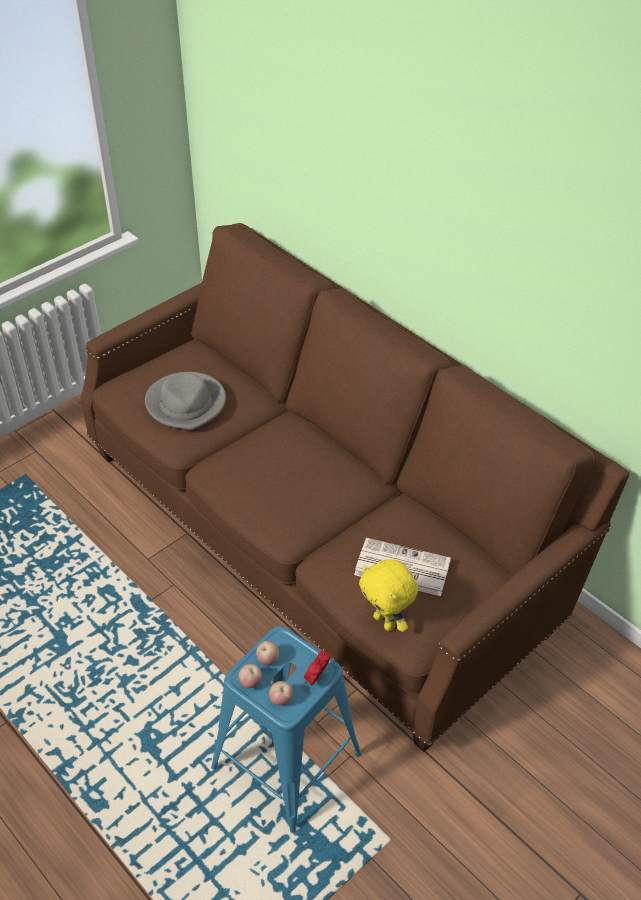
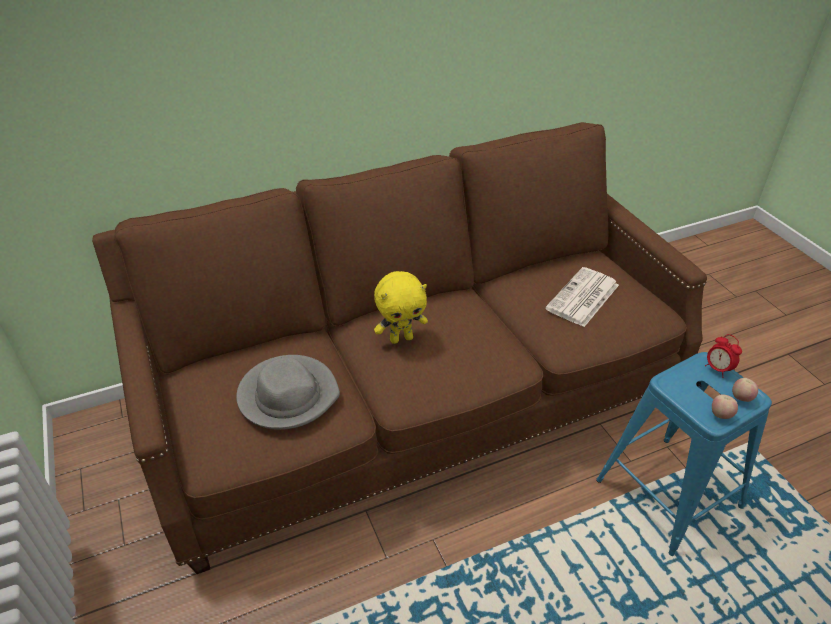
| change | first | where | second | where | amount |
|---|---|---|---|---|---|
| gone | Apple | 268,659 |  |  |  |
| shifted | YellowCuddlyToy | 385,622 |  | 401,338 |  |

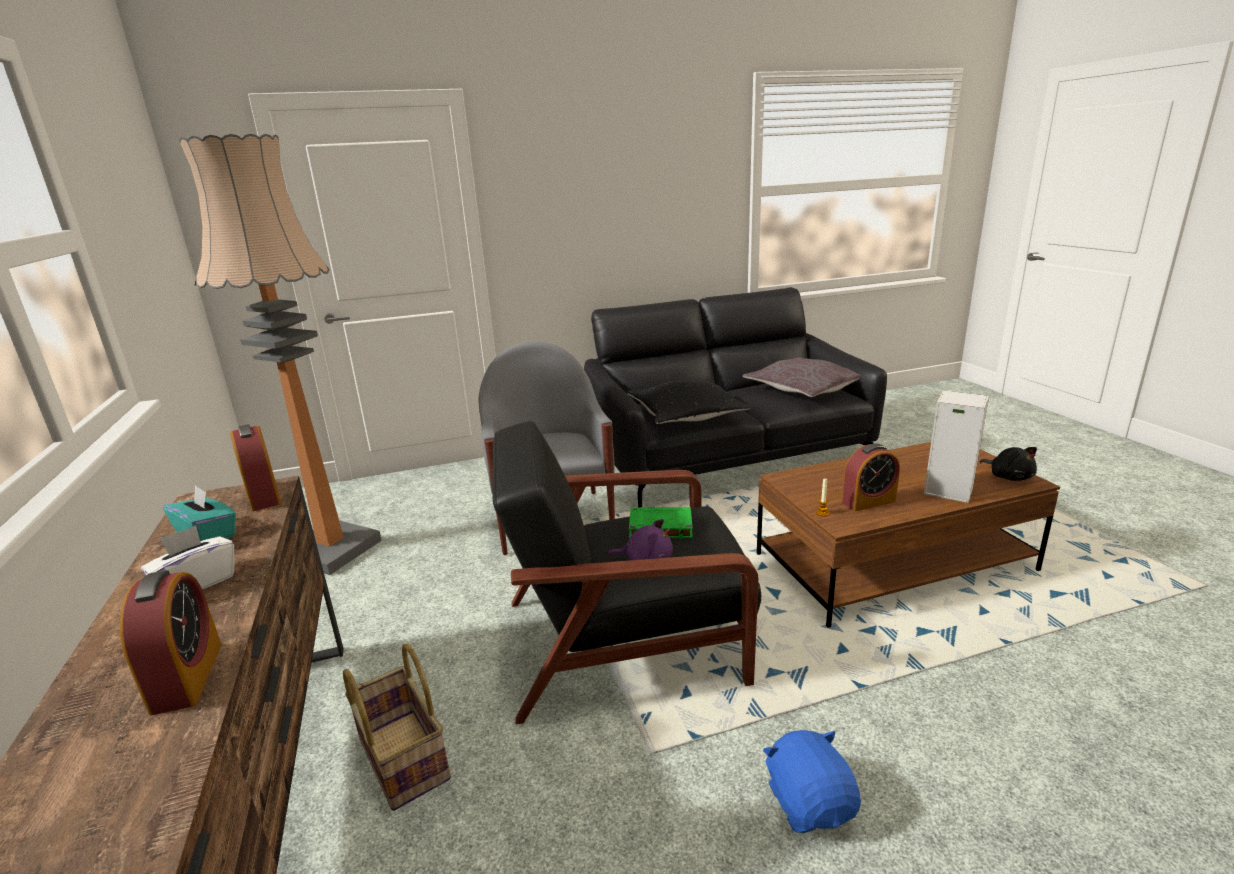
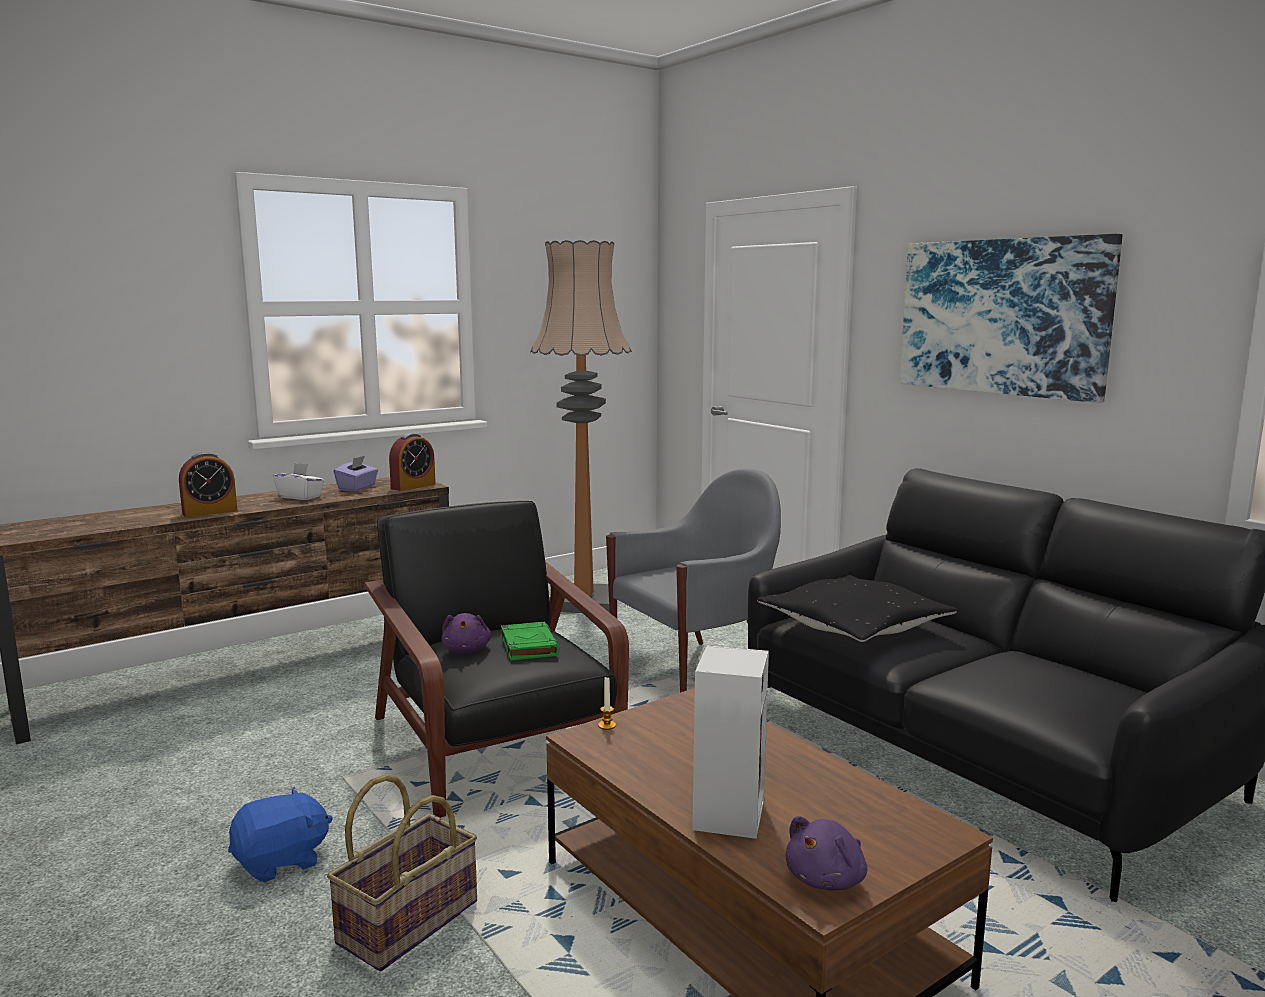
| change | first | where | second | where | amount |
|---|---|---|---|---|---|
| repainted | TurquoiseColouredTissueBox | 208,535 | PurplishTissueBox | 357,488 |  |
| shifted | StorageBasket | 401,759 |  | 407,921 |  |
| gone | GrayPillow | 804,388 |  |  |  |
| gone | AlarmClock | 868,502 |  |  |  |
| repainted | BlackCuddlyToy | 1009,477 | PurplishCuddlyToy | 828,879 |  |
| new |  |  | WallArt | 1002,316 |  |

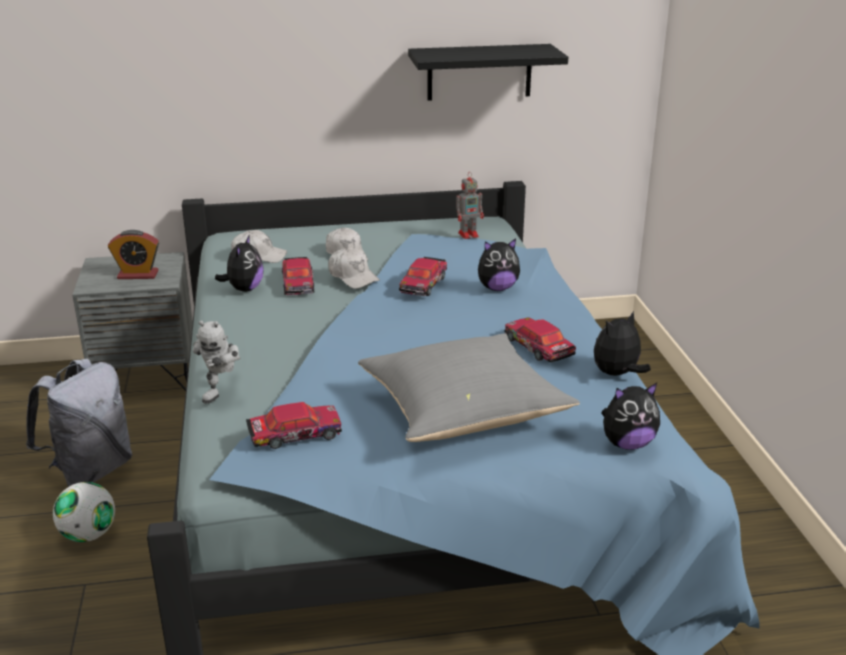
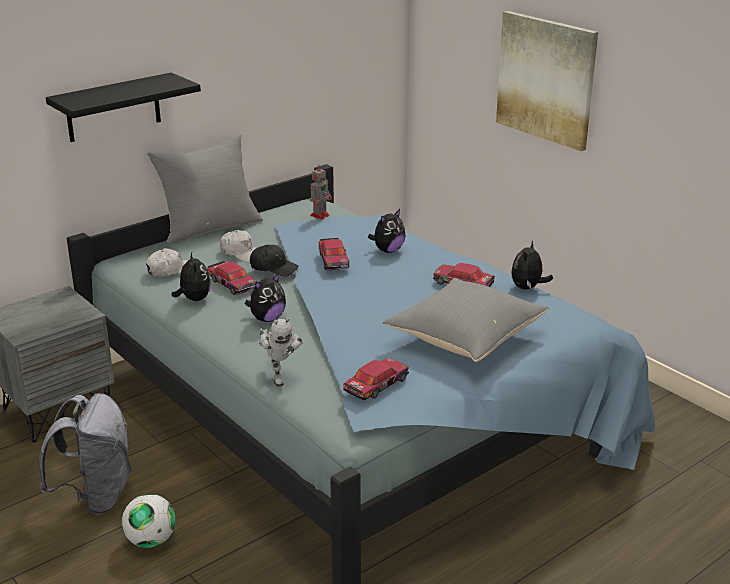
| change | first | where | second | where | amount |
|---|---|---|---|---|---|
| gone | AlarmClock | 138,275 |  |  |  |
| repainted | WhiteBaseballCap | 353,277 | BlackBaseballCap | 273,268 |  |
| shifted | BlackShelf | 479,72 |  | 113,108 |  |
| shifted | CuddlyToy | 627,444 |  | 267,318 |  |
| new |  |  | GrayPillow | 210,227 |  |
| new |  |  | WallArt | 546,79 |  |

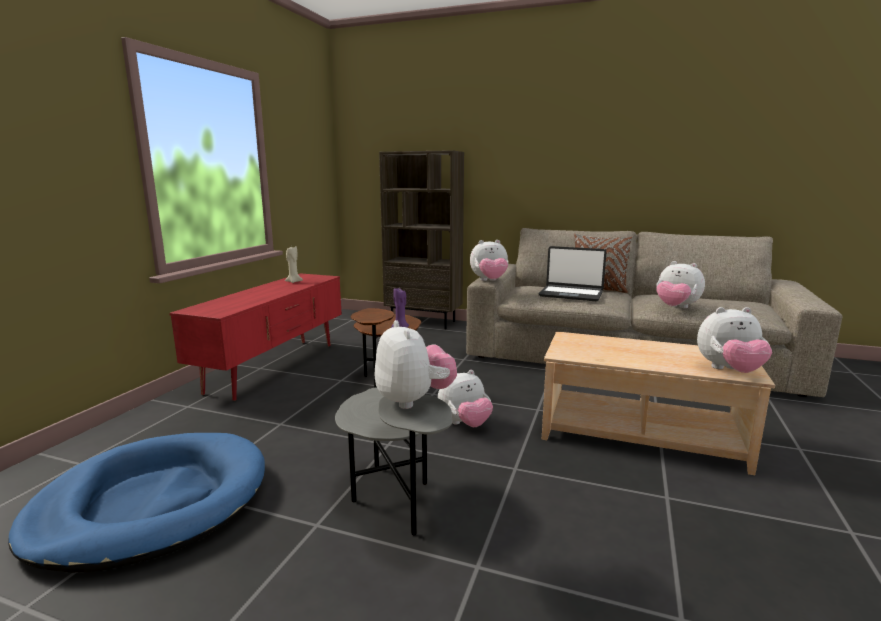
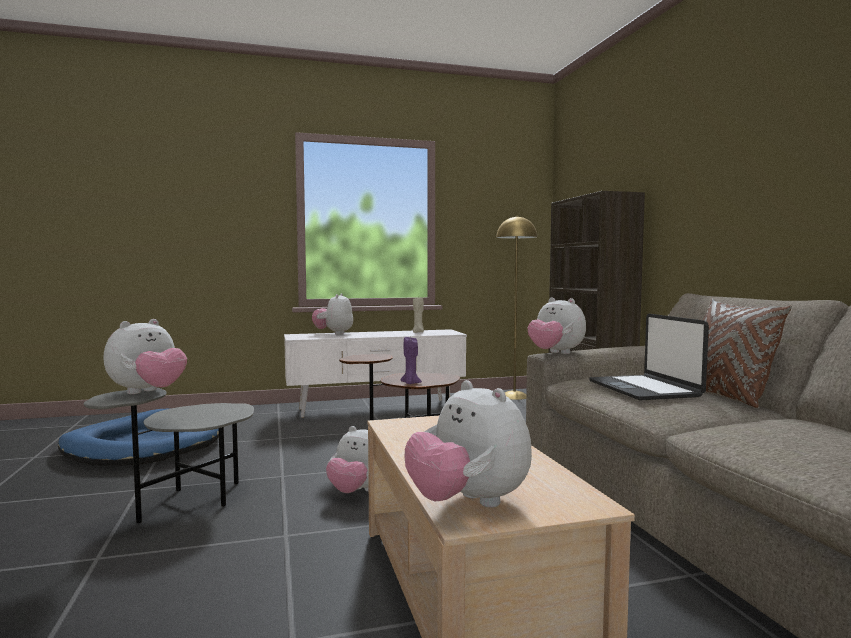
| change | first | where | second | where | amount |
|---|---|---|---|---|---|
| repainted | ReddishMediaConsole | 274,367 | WhiteMediaConsole | 375,409 |  |
| shifted | CuddlyToy | 676,307 |  | 334,333 |  |
| new |  |  | YellowStandardLamp | 514,396 |  |

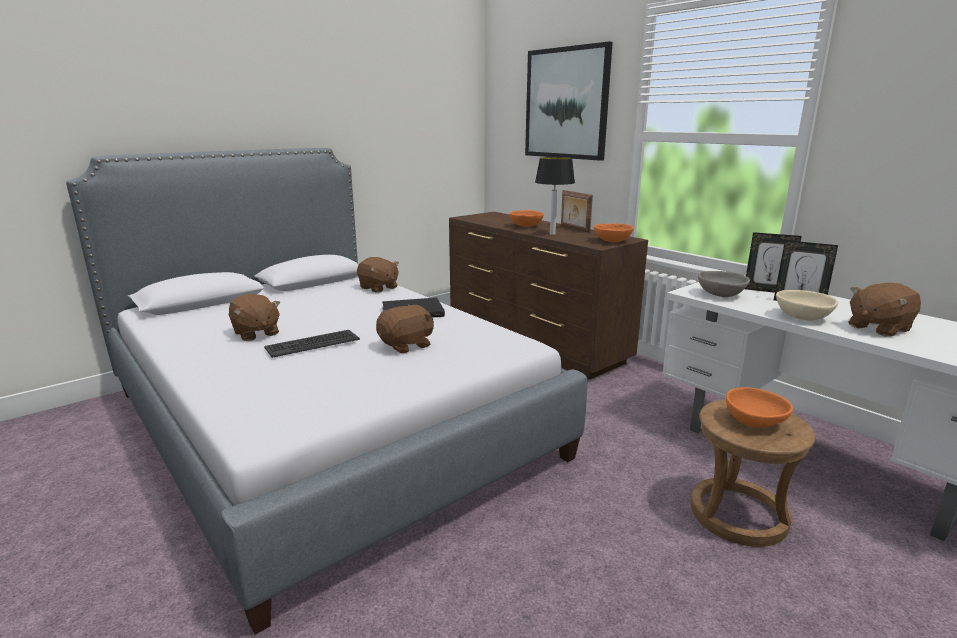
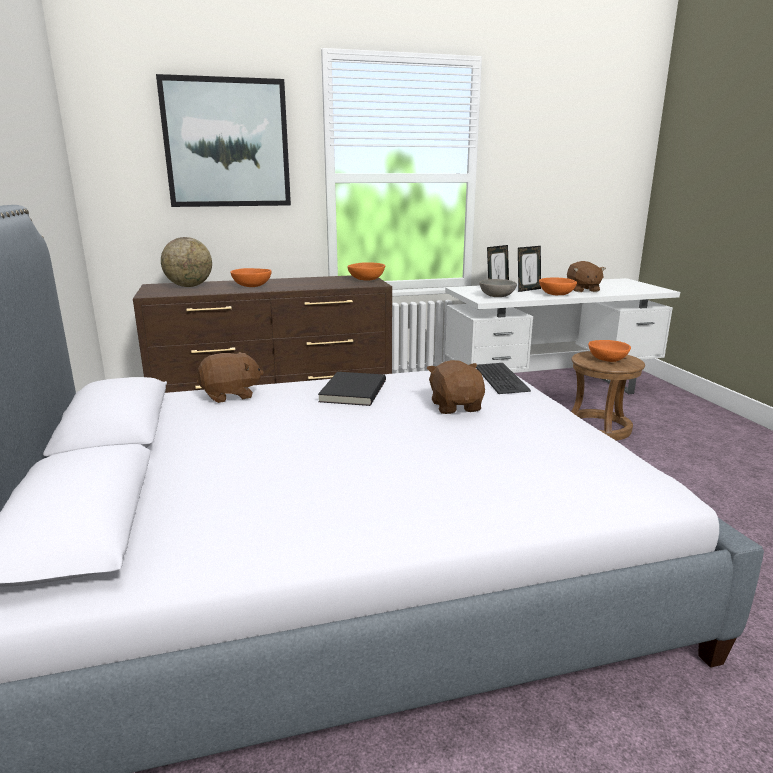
| change | first | where | second | where | amount |
|---|---|---|---|---|---|
| gone | BrownCuddlyToy | 256,333 |  |  |  |
| shifted | Keyboard | 312,344 |  | 499,378 |  |
| gone | TabletopLamp | 552,234 |  |  |  |
| gone | StandingFrame | 574,229 |  |  |  |
| repainted | SandColouredBowl | 803,317 | OrangeyBowl | 557,294 |  |
| new |  |  | Globe | 189,286 |  |

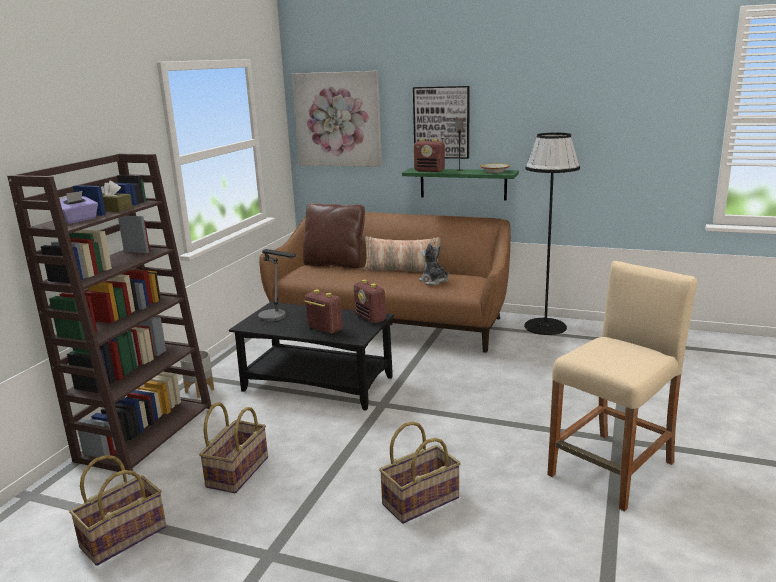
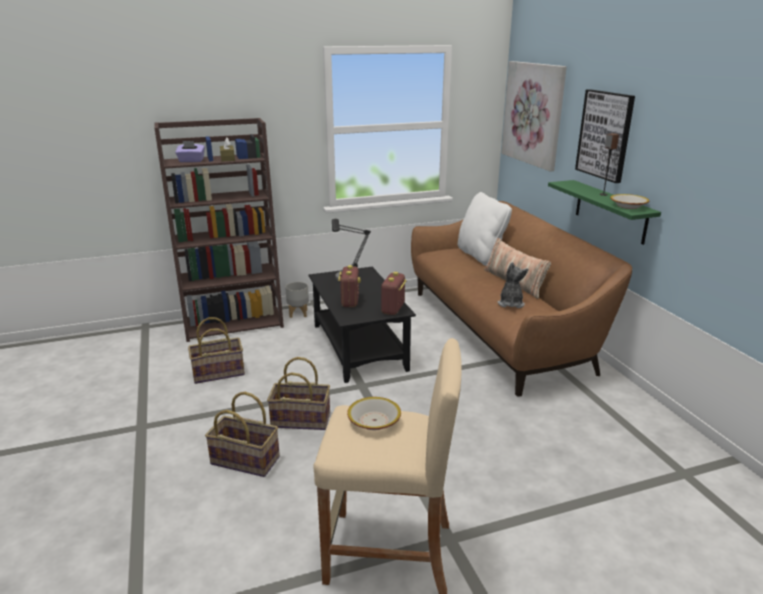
| change | first | where | second | where | amount |
|---|---|---|---|---|---|
| shifted | StorageBasket | 123,536 |  | 301,419 |  |
| repainted | BrownPillow | 335,264 | WhitePillow | 481,256 |  |
| gone | Radio | 429,171 |  |  |  |
| gone | BlackStandardLamp | 545,326 |  |  |  |
| new |  |  | Bowl | 374,421 |  |

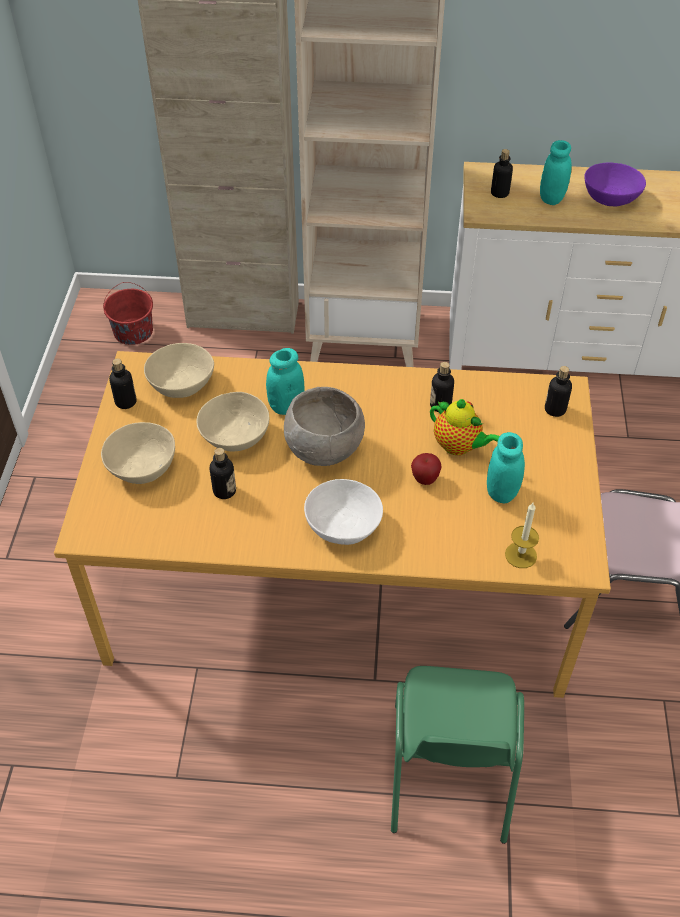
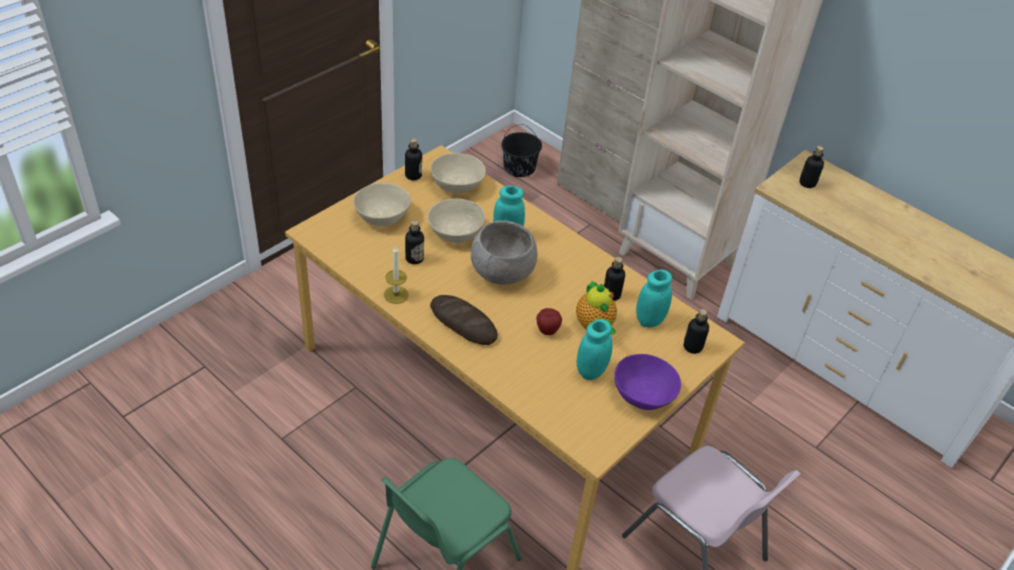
| change | first | where | second | where | amount |
|---|---|---|---|---|---|
| repainted | ReddishWaterBucket | 133,332 | BlackWaterBucket | 519,167 |  |
| swapped | WhiteBowl | 343,525 | BakedBread | 463,323 |  |
| shifted | Candle | 520,555 |  | 396,294 |  |
| shifted | TurquoiseColouredPreserveJar | 551,198 |  | 649,320 |  |
| shifted | PurplishBowl | 610,197 |  | 643,394 |  |

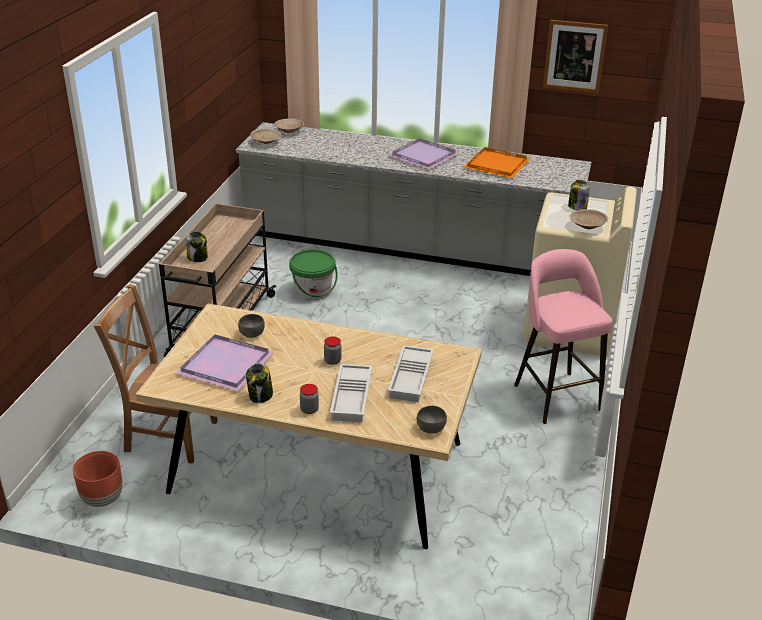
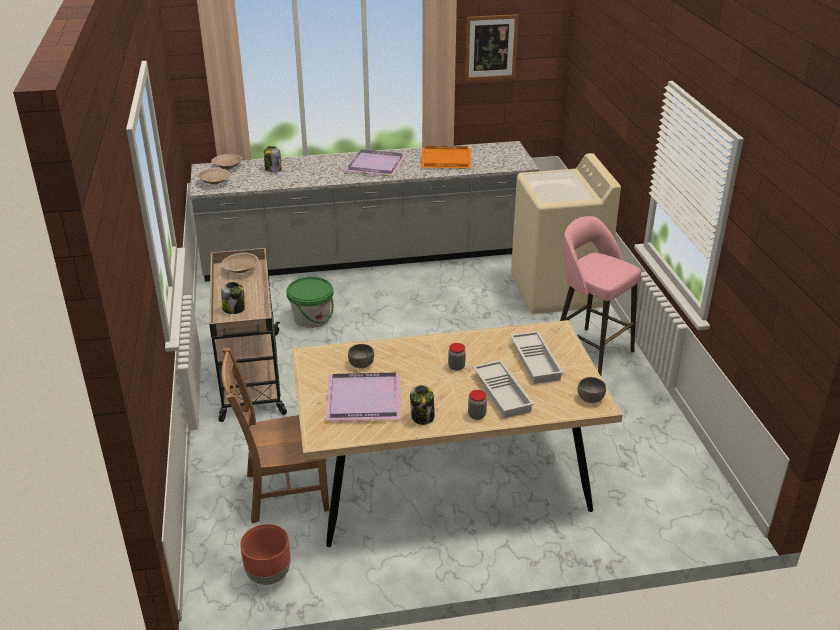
| change | first | where | second | where | amount |
|---|---|---|---|---|---|
| shifted | PreserveJar | 577,207 |  | 273,170 |  |
| shifted | SandColouredBowl | 587,227 |  | 240,270 |  |

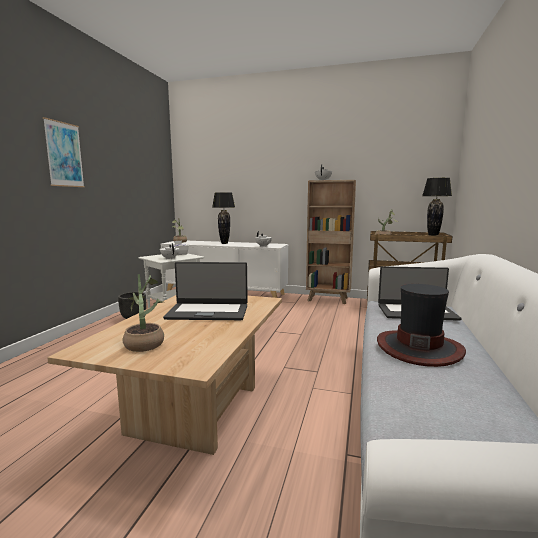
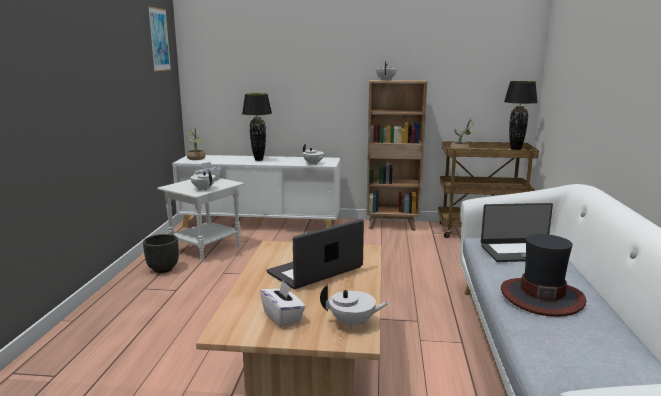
| change | first | where | second | where | amount |
|---|---|---|---|---|---|
| shifted | WallArt | 64,154 |  | 159,39 |  |
| swapped | Houseplant | 144,343 | WhiteTissueBox | 283,317 |  |
| rotated | Laptop | 208,312 |  | 316,271 | 150 degrees clockwise |
| new |  |  | WhiteTeaPot | 353,323 |  |

